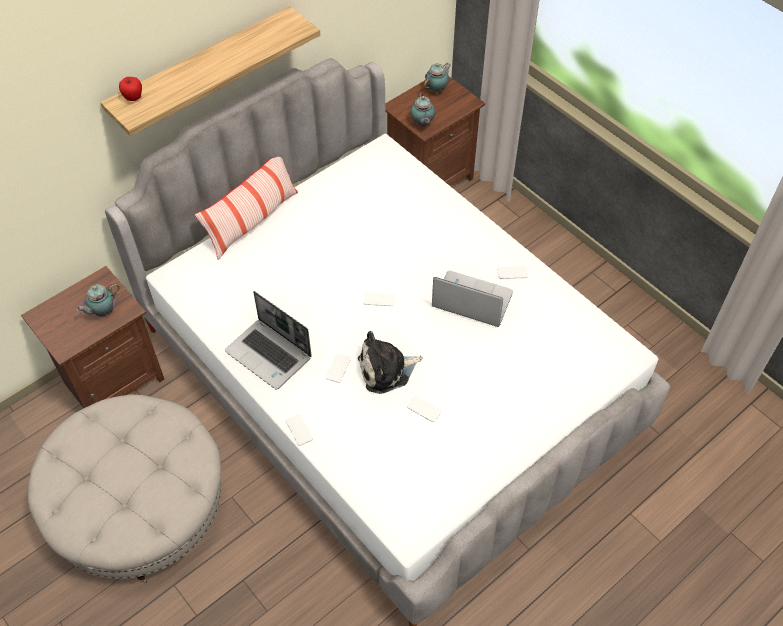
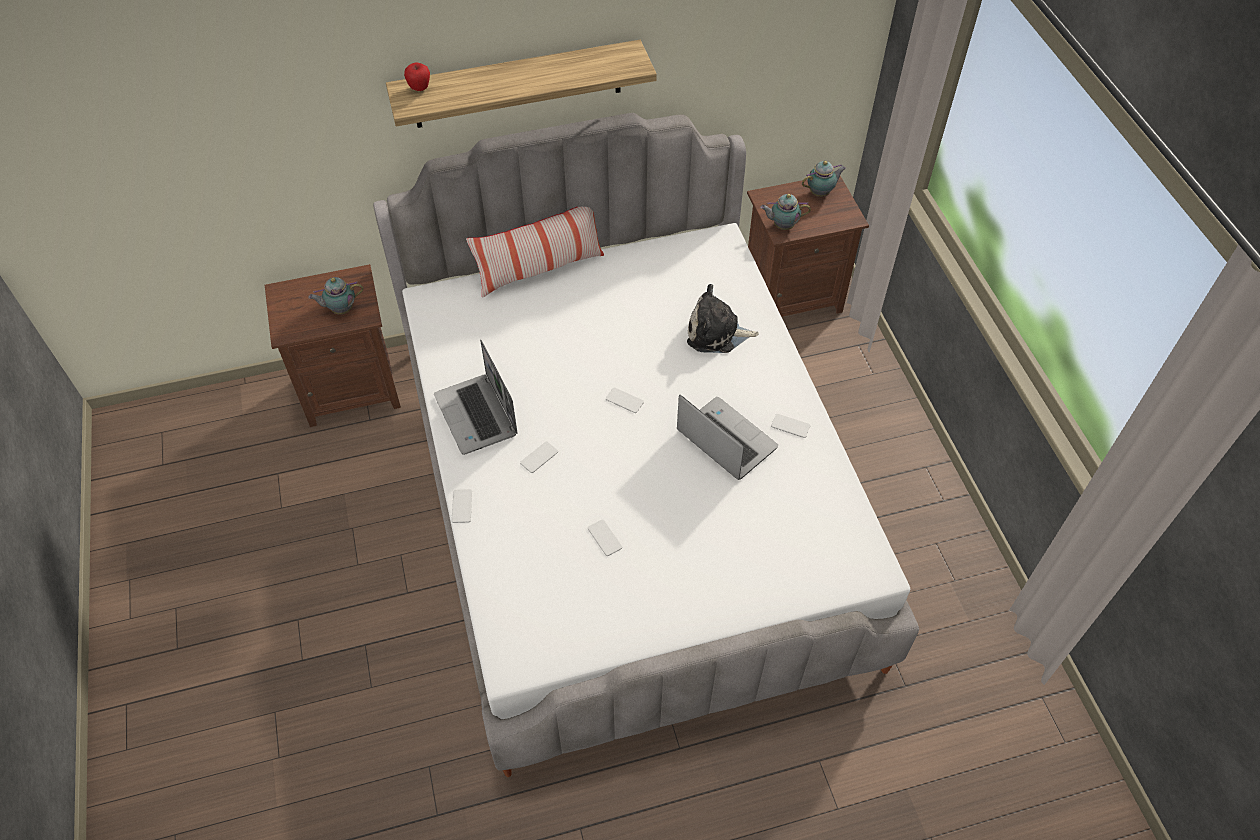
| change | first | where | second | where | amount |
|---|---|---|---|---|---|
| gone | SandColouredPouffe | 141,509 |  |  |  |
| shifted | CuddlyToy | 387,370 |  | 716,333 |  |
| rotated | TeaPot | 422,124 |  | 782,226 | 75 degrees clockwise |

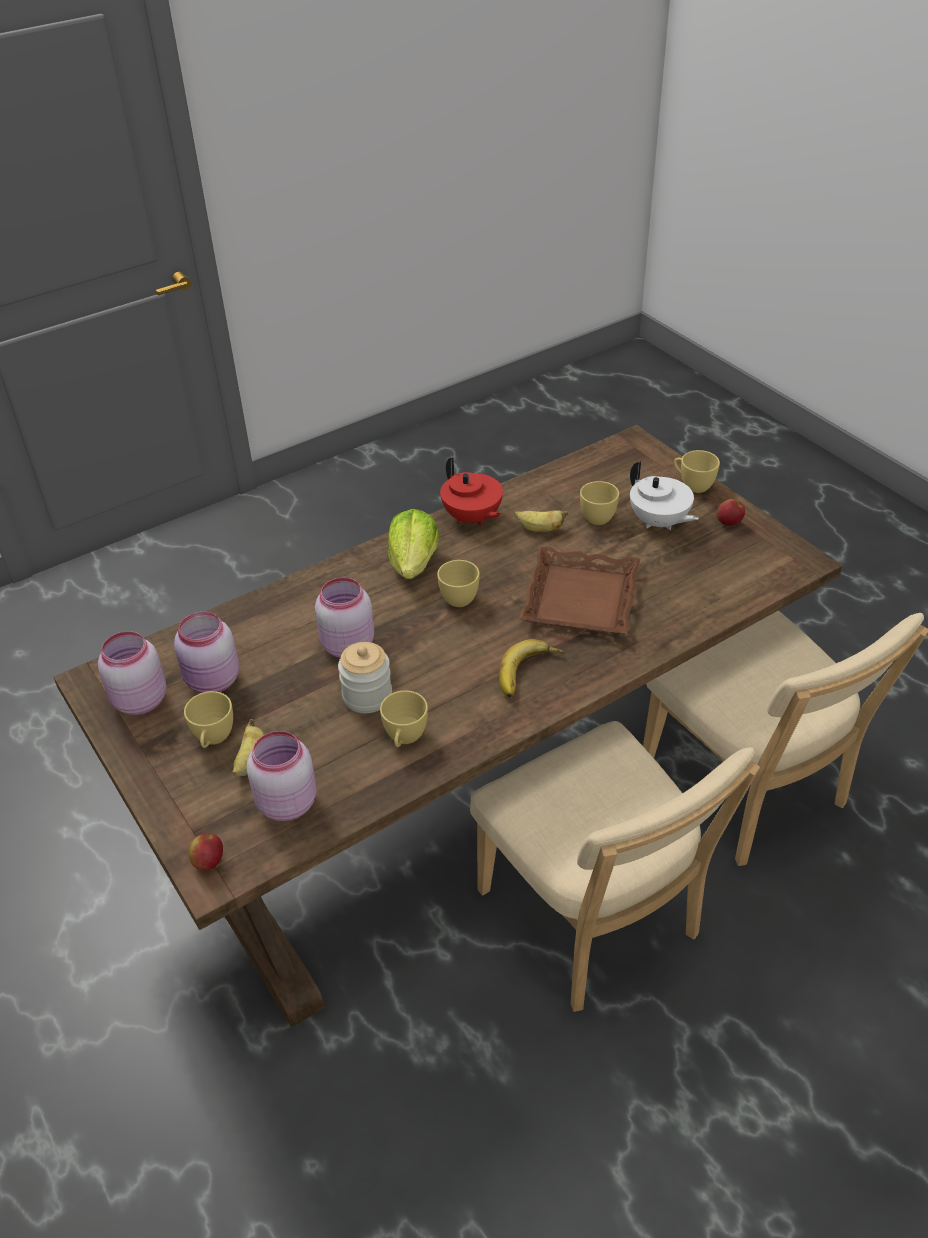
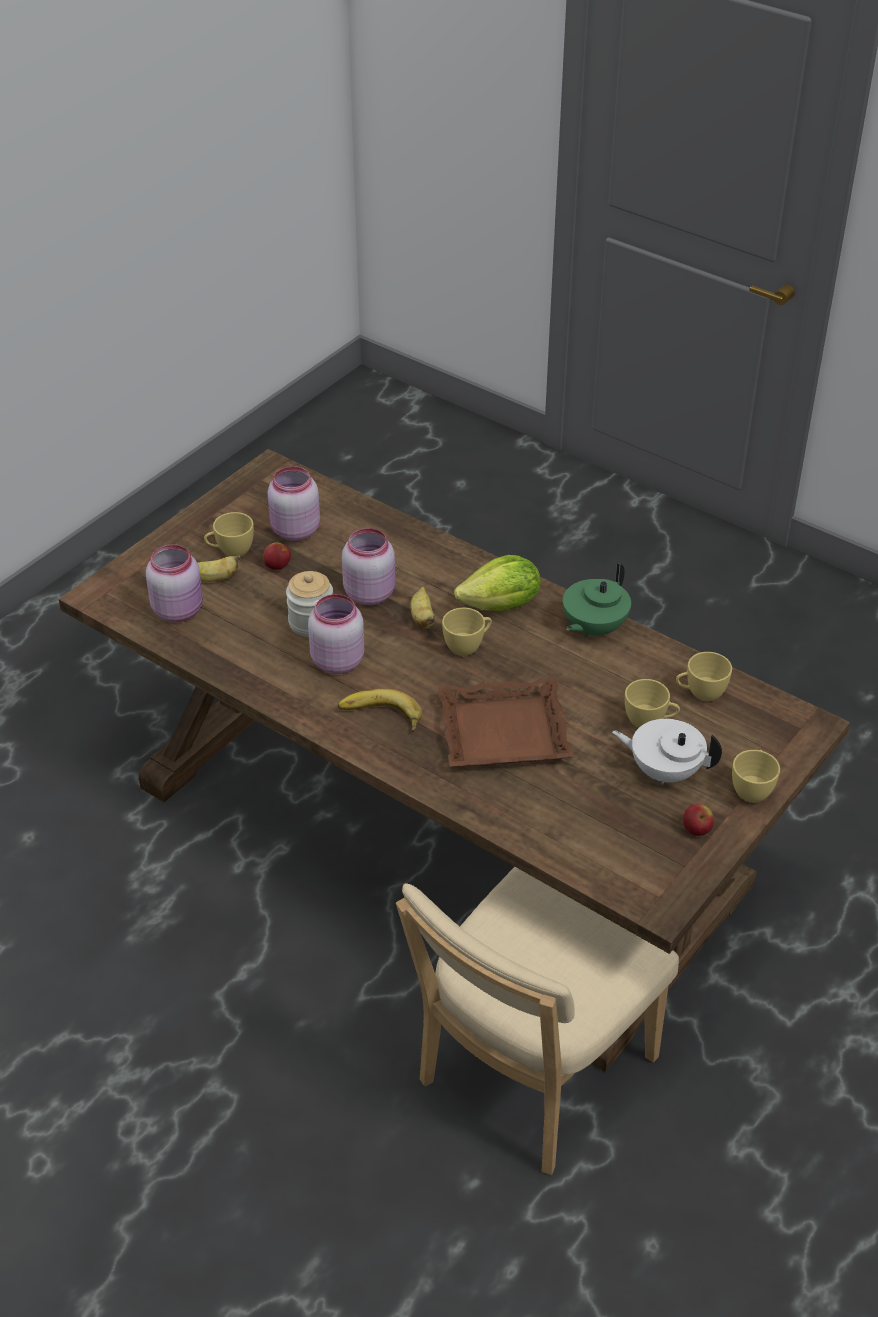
| change | first | where | second | where | amount |
|---|---|---|---|---|---|
| shifted | PinkPreserveJar | 138,701 |  | 336,660 |  |
| shifted | Apple | 209,861 |  | 277,566 |  |
| shifted | YellowSmallCup | 404,739 |  | 700,693 |  |
| repainted | ReddishTeaPot | 472,518 | GreenTeaPot | 593,628 |  |
| gone | SandColouredPlainChair | 593,921 |  |  |  |
| shifted | BananaFruit | 539,529 |  | 422,618 |  |
| rotated | WhiteTeaPot | 659,522 |  | 664,771 | 75 degrees clockwise |

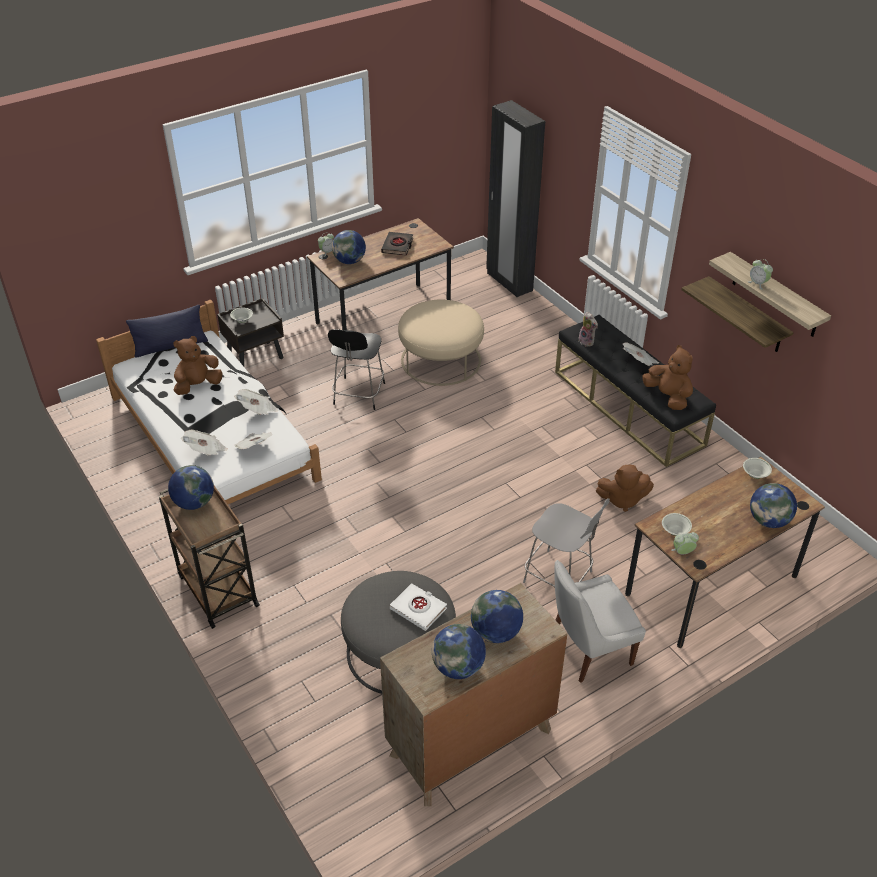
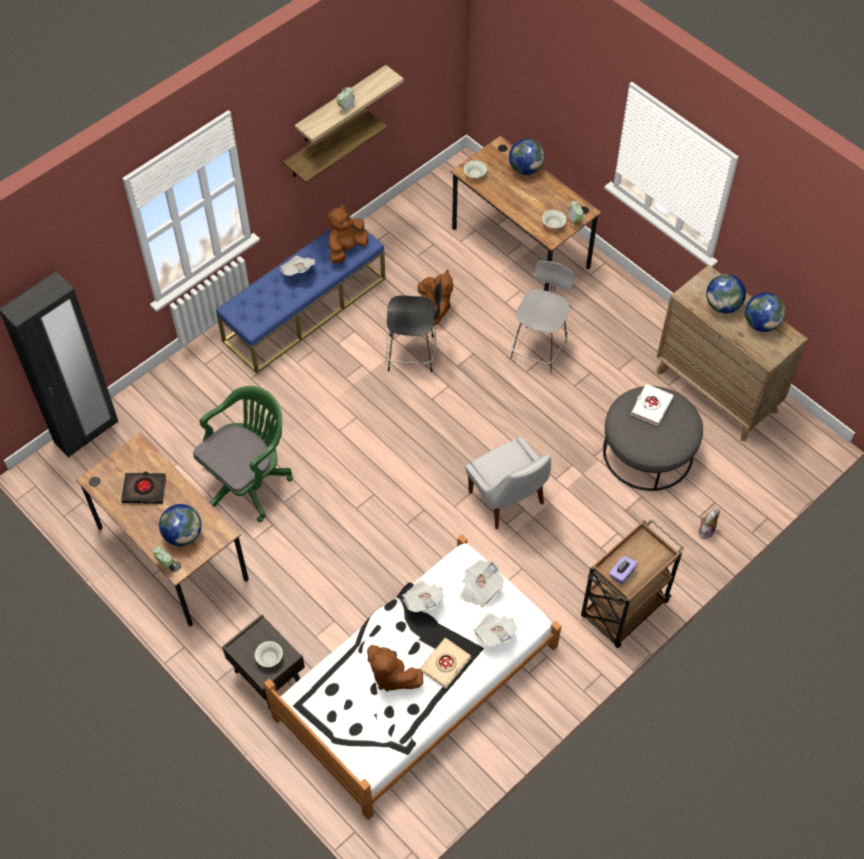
| change | first | where | second | where | amount |
|---|---|---|---|---|---|
| gone | BluePillow | 170,346 |  |  |  |
| swapped | Globe | 194,502 | PurplishTissueBox | 622,573 |  |
| shifted | BlackPlainChair | 358,395 |  | 413,353 |  |
| swapped | SandColouredPouffe | 441,360 | GreenDeskChair | 248,480 |  |
| shifted | WhitePlainChair | 588,649 |  | 508,500 |  |
| repainted | BlackIndoorBench | 628,408 | BlueIndoorBench | 305,309 |  |
| shifted | CuddlyToy | 587,341 |  | 706,530 |  |
| new |  |  | SandColouredBoundBook | 445,664 |  |

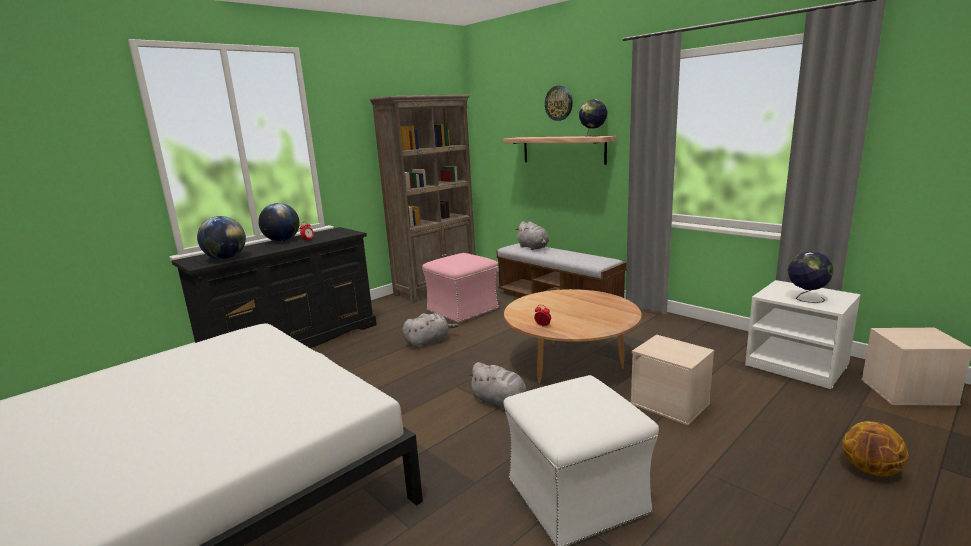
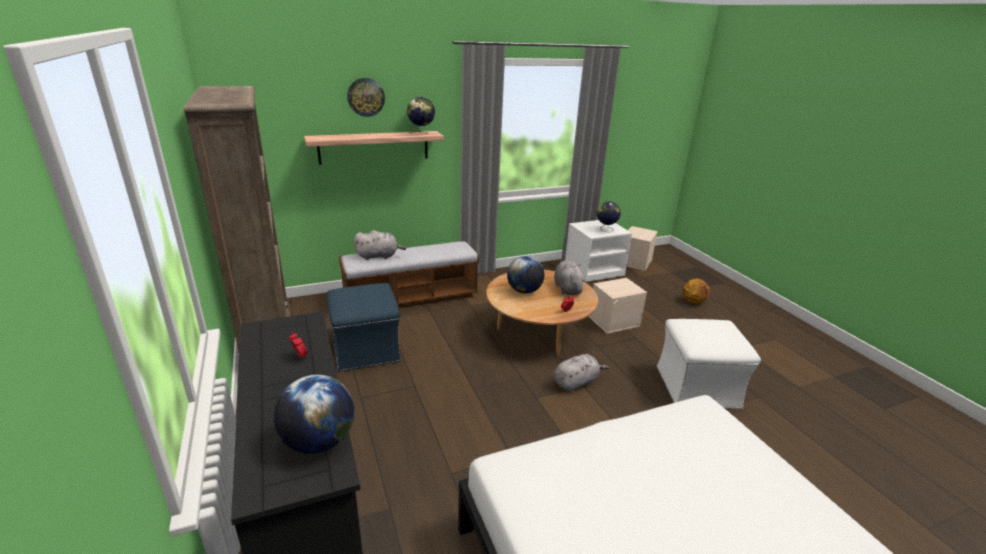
| change | first | where | second | where | amount |
|---|---|---|---|---|---|
| shifted | Globe | 282,241 |  | 524,291 |  |
| shifted | GrayCuddlyToy | 428,341 |  | 567,288 |  |
| repainted | PinkPouffe | 463,309 | BluePouffe | 366,349 |  |

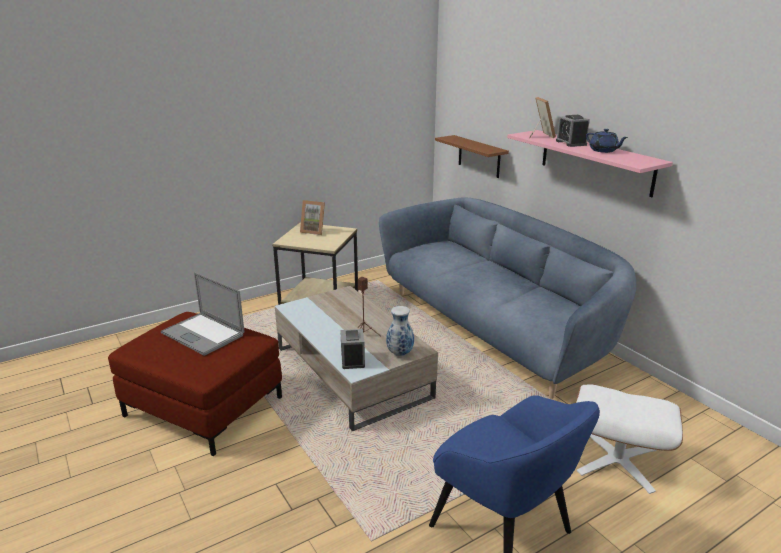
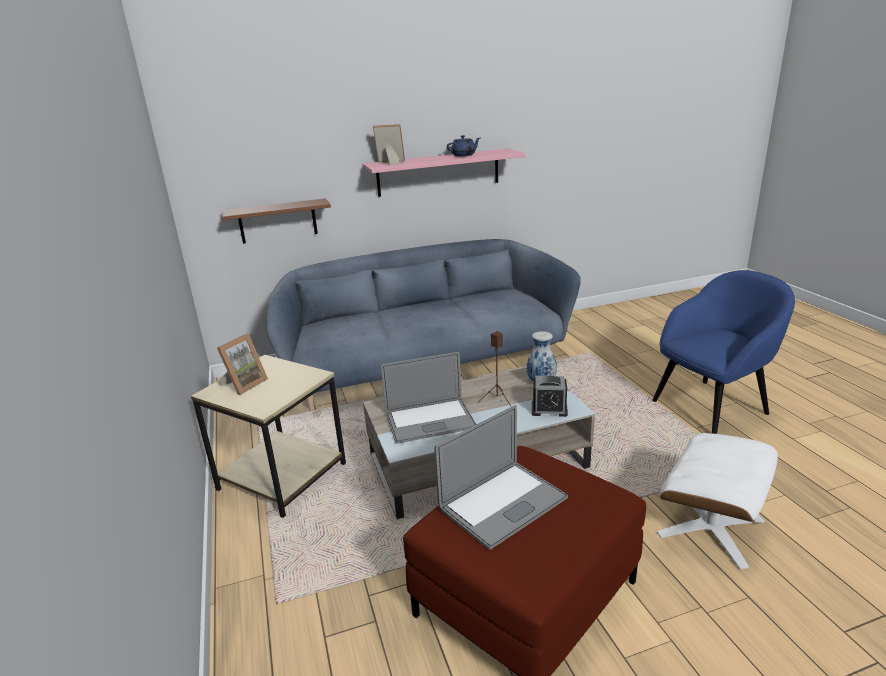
| change | first | where | second | where | amount |
|---|---|---|---|---|---|
| gone | AlarmClock | 571,143 |  |  |  |
| shifted | WhitePouffe | 617,461 |  | 711,527 |  |
| new |  |  | Laptop | 430,421 |  |

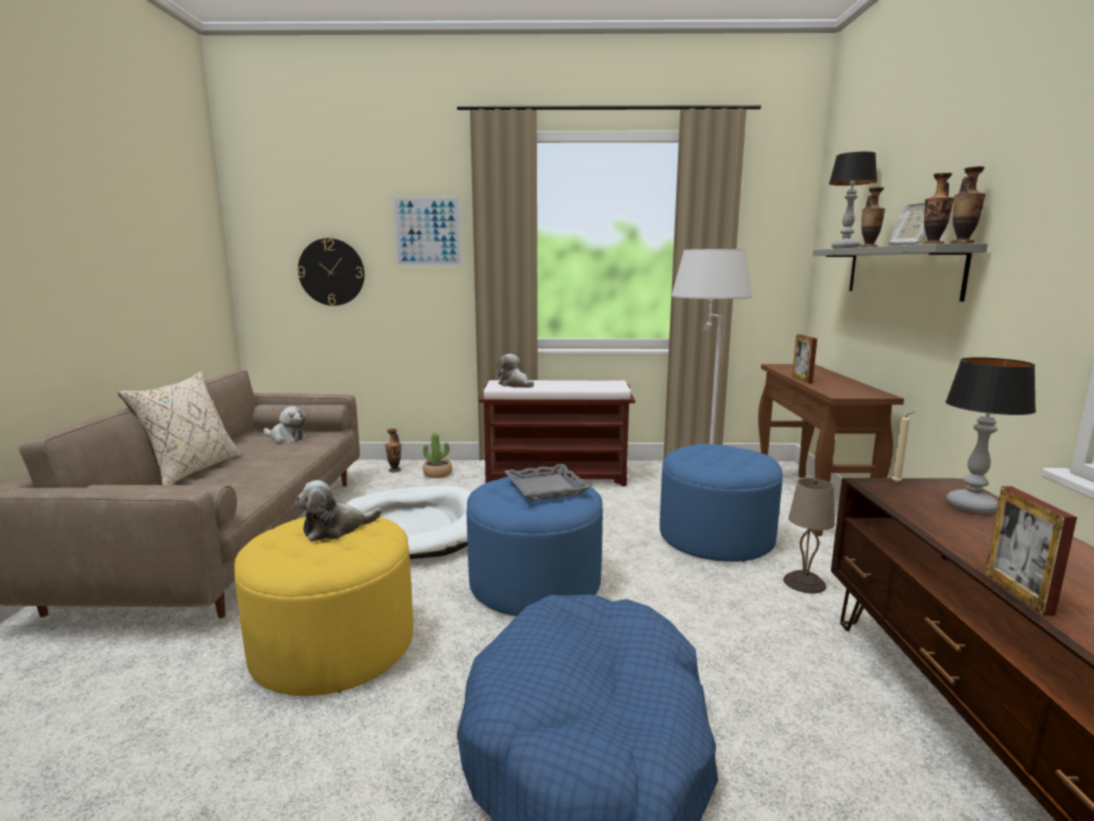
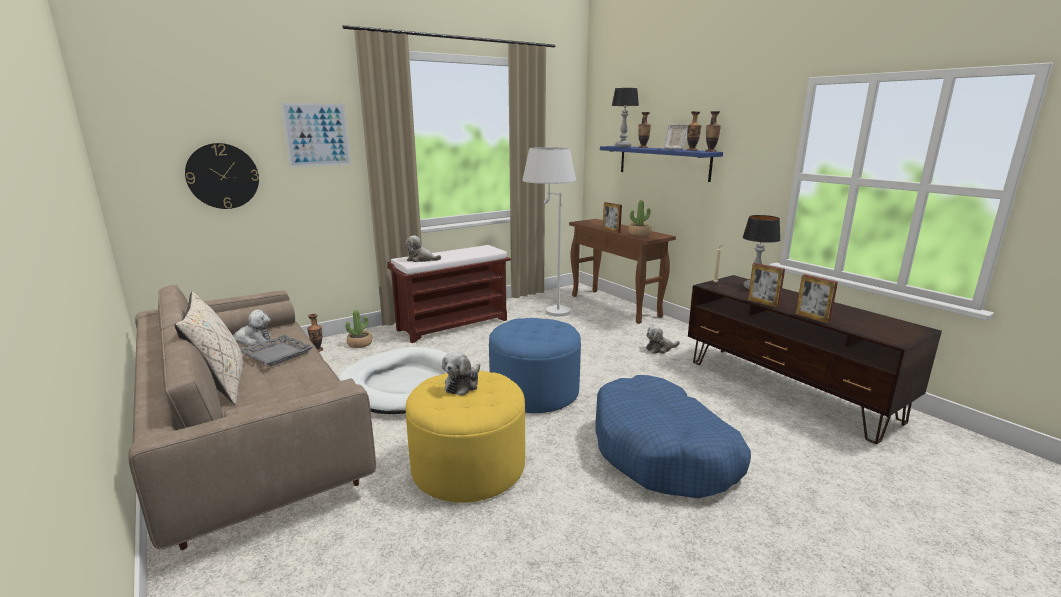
| change | first | where | second | where | amount |
|---|---|---|---|---|---|
| shifted | GrayServingTray | 546,488 |  | 277,354 |  |
| gone | BluePouffe | 716,537 |  |  |  |
| swapped | SandColouredTabletopLamp | 805,583 | CuddlyToy | 660,349 |  |
| repainted | GrayShelf | 901,271 | BlueShelf | 663,162 |  |
| new |  |  | Houseplant | 639,234 |  |
| new |  |  | StandingFrame | 763,303 |  |

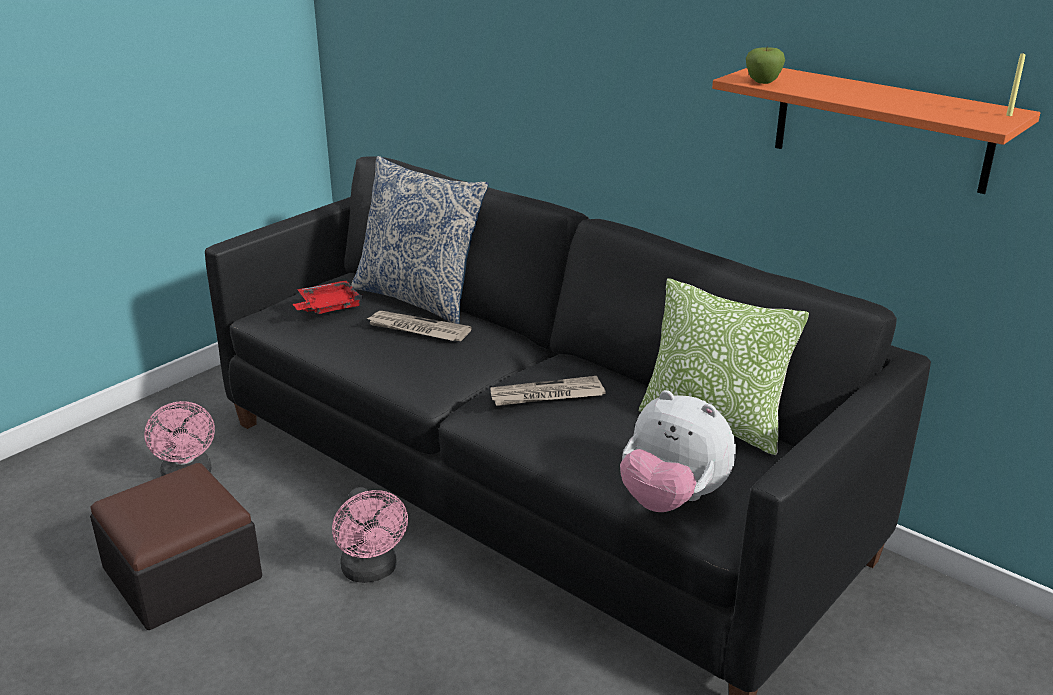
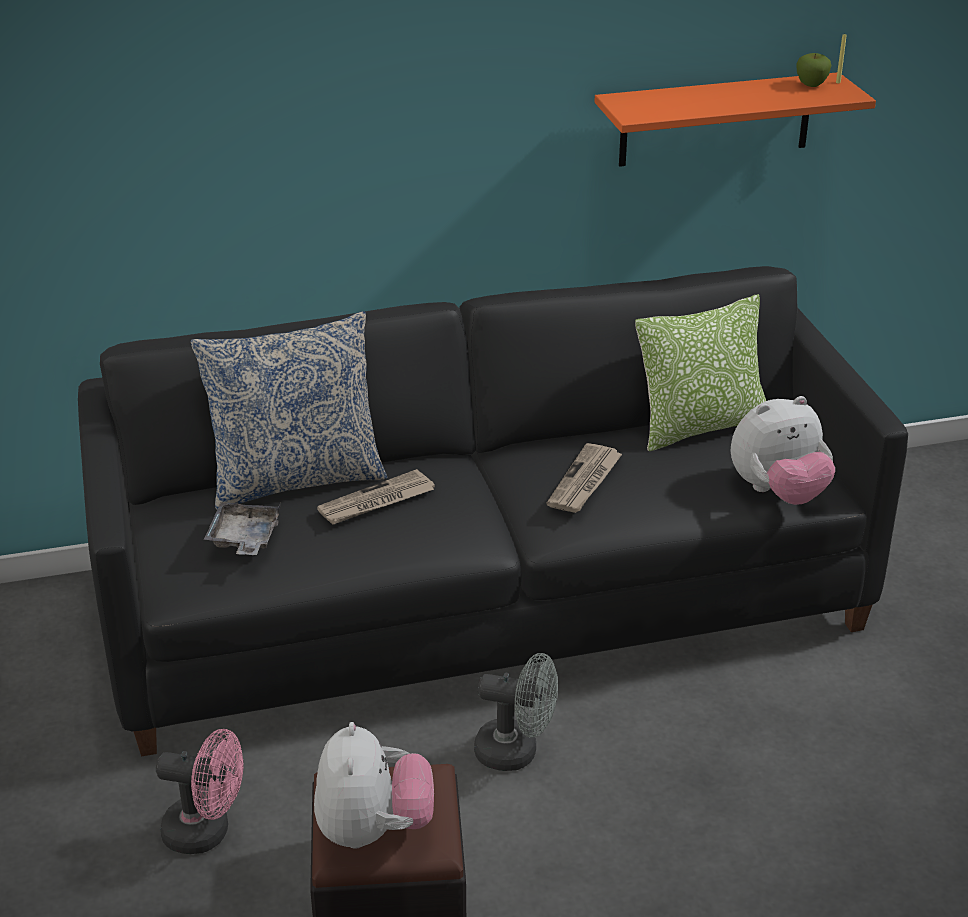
| change | first | where | second | where | amount |
|---|---|---|---|---|---|
| repainted | ReddishServingTray | 328,307 | GrayServingTray | 244,539 |  |
| repainted | PinkCoolingFan | 371,572 | GrayCoolingFan | 516,752 |  |
| shifted | Apple | 763,82 |  | 811,85 |  |
| new |  |  | CuddlyToy | 373,830 |  |

